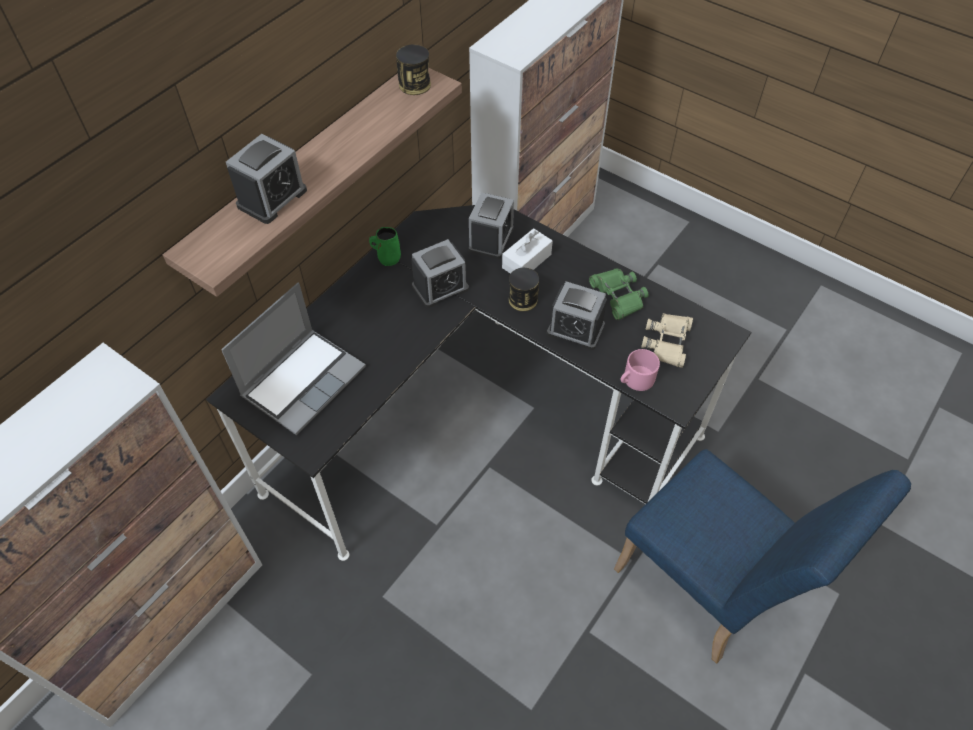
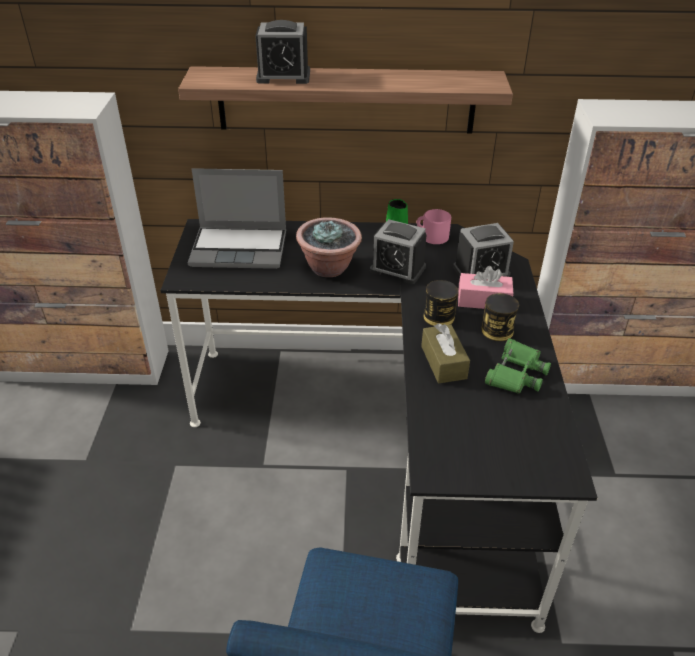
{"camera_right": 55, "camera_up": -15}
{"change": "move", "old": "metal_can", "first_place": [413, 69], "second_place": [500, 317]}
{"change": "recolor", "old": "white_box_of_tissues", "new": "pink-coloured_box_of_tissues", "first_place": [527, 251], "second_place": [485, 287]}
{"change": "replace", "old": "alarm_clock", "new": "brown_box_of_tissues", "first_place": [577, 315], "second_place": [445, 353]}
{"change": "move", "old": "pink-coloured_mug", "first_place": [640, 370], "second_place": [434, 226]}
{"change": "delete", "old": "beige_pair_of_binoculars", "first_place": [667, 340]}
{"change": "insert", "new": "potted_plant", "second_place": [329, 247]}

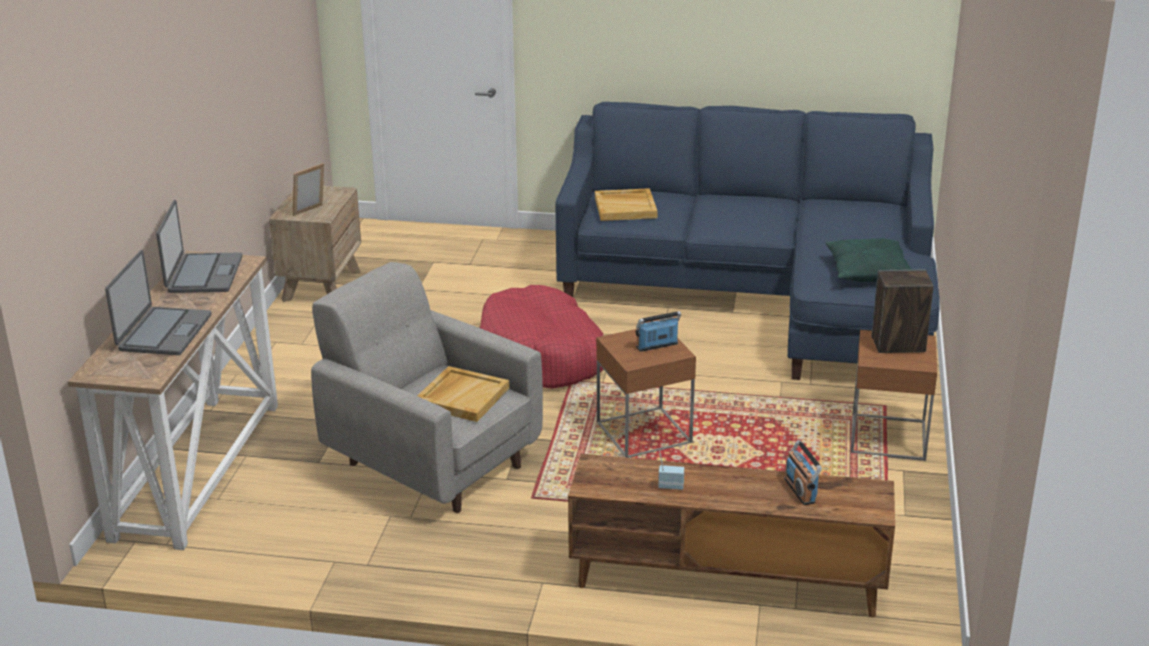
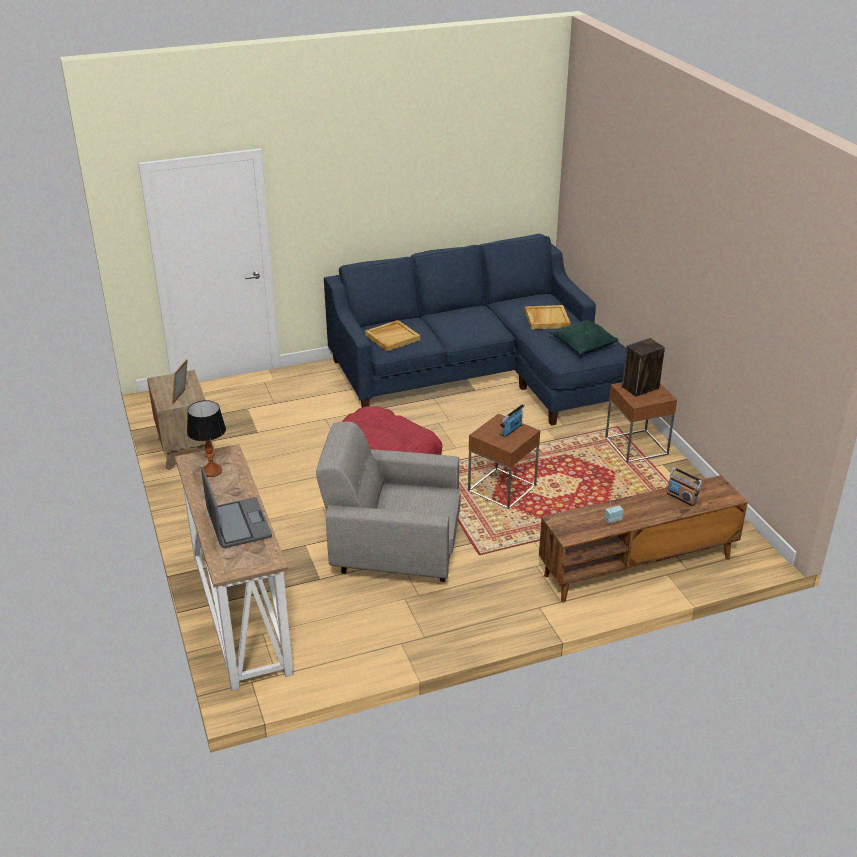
{"camera_right": -30, "camera_up": 5}
{"change": "replace", "old": "notebook_computer", "new": "table_lamp", "first_place": [199, 246], "second_place": [206, 438]}
{"change": "move", "old": "beige_serving_tray", "first_place": [463, 394], "second_place": [547, 317]}

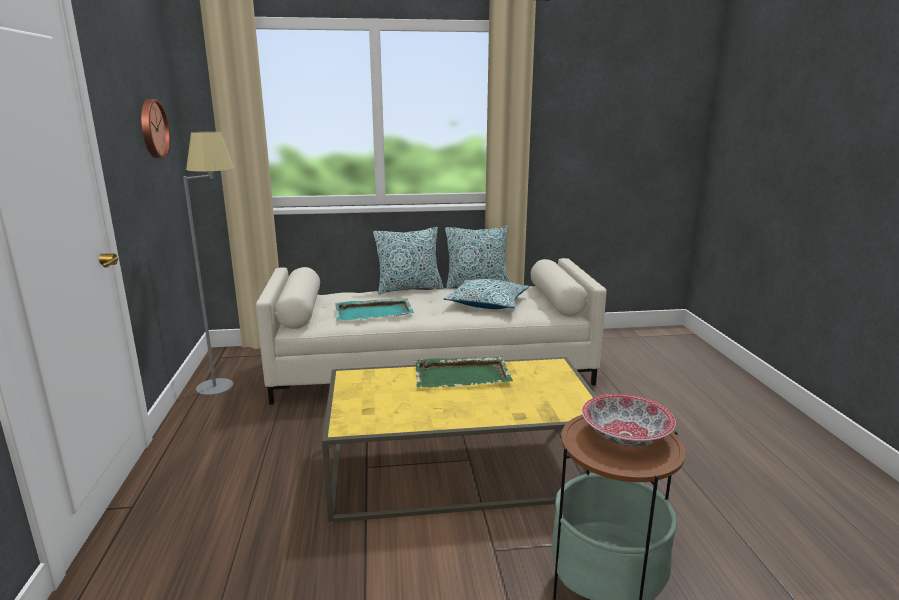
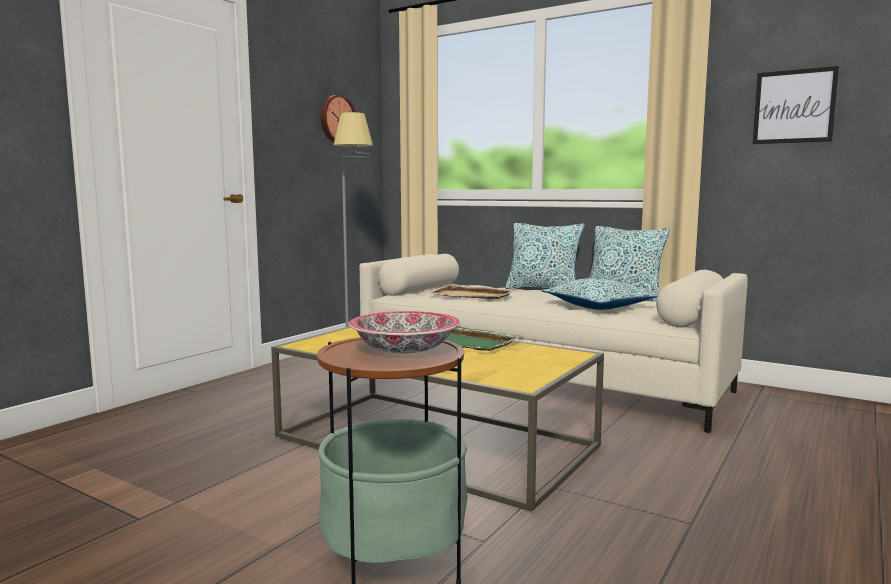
{"camera_right": 40, "camera_up": -10}
{"change": "recolor", "old": "turquoise-coloured_serving_tray", "new": "beige_serving_tray", "first_place": [374, 309], "second_place": [471, 292]}
{"change": "insert", "new": "picture", "second_place": [796, 105]}

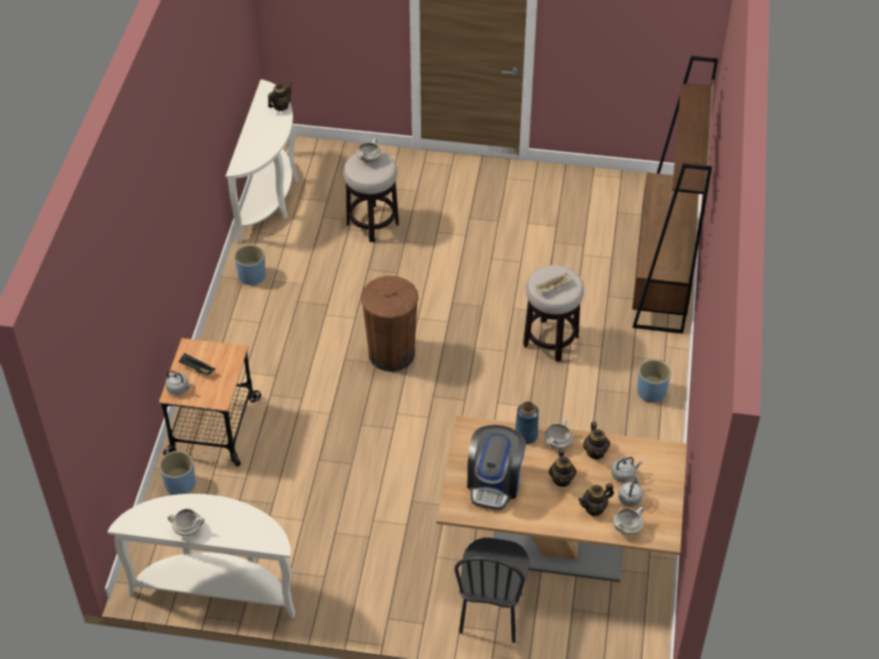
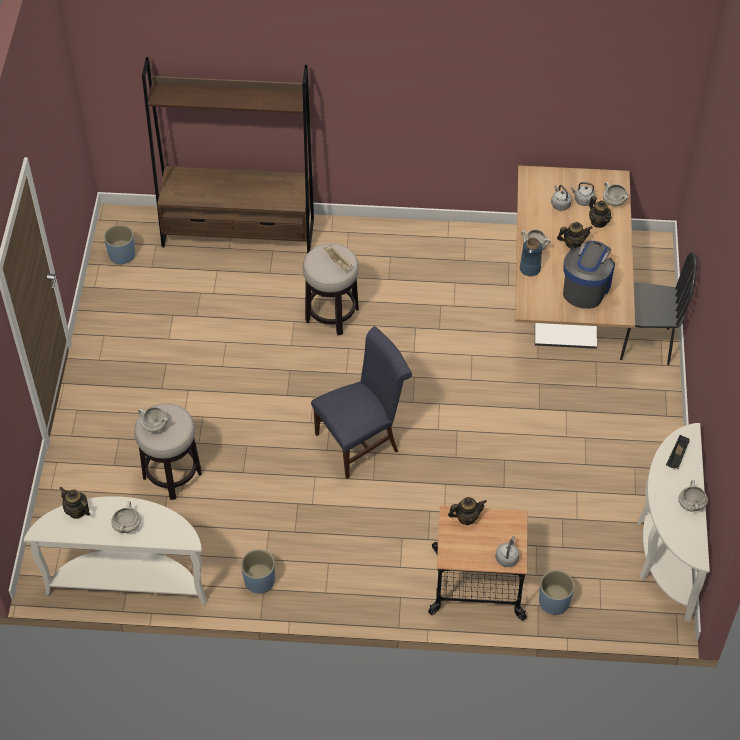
{"camera_right": -95, "camera_up": 5}
{"change": "move", "old": "black_serving_tray", "first_place": [197, 364], "second_place": [678, 452]}
{"change": "replace", "old": "brown_trash_can", "new": "blue-coloured_chair", "first_place": [389, 324], "second_place": [361, 402]}
{"change": "rotate", "old": "coffee_machine", "first_place": [496, 467], "second_place": [589, 275], "degrees": -75}
{"change": "move", "old": "tea_pot", "first_place": [596, 440], "second_place": [467, 511]}
{"change": "move", "old": "blue-coloured_planter", "first_place": [654, 380], "second_place": [119, 245]}
{"change": "insert", "new": "white_cooking_pot", "second_place": [126, 517]}

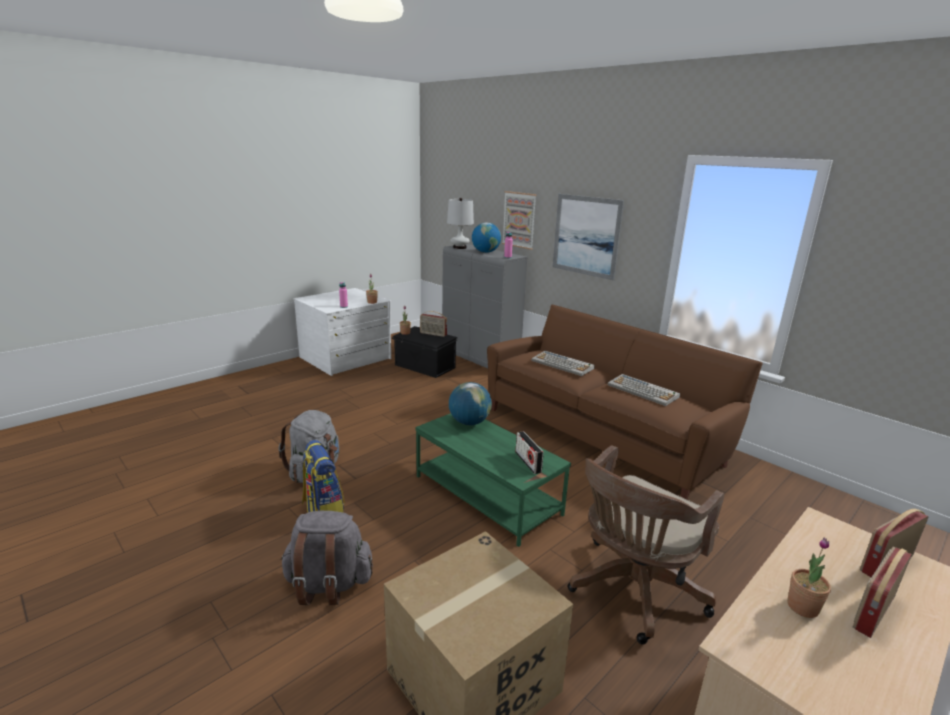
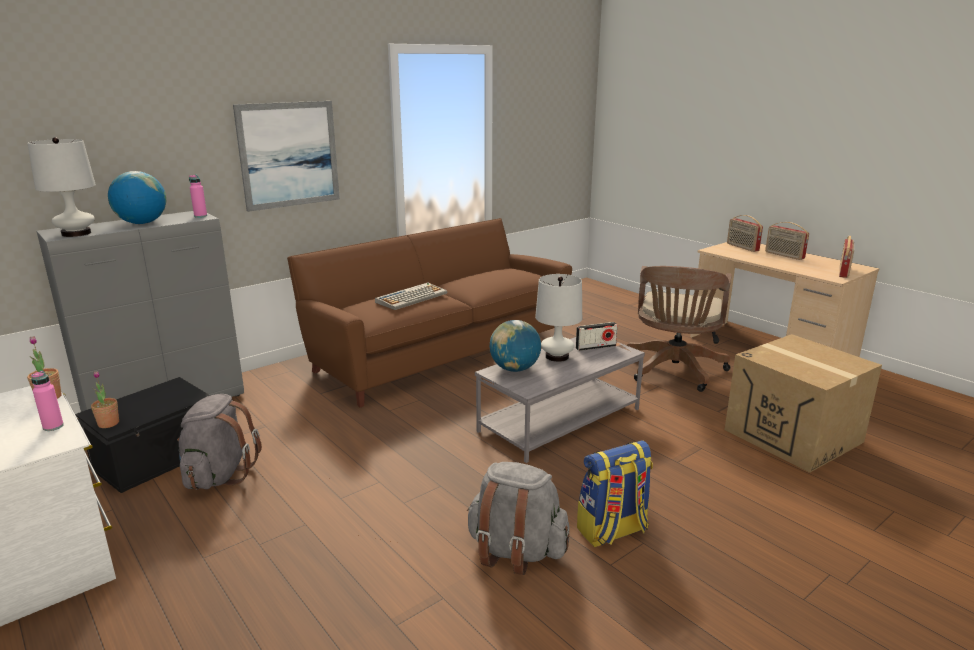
{"camera_right": -85, "camera_up": 0}
{"change": "move", "old": "grey_knapsack", "first_place": [326, 558], "second_place": [219, 442]}
{"change": "recolor", "old": "green-coloured_lounge_table", "new": "grey_lounge_table", "first_place": [493, 480], "second_place": [560, 400]}
{"change": "move", "old": "radio", "first_place": [433, 324], "second_place": [846, 257]}
{"change": "delete", "old": "picture", "first_place": [519, 220]}
{"change": "rotate", "old": "brown_desk_chair", "first_place": [645, 545], "second_place": [679, 329], "degrees": 60}
{"change": "delete", "old": "keyboard", "first_place": [644, 390]}
{"change": "delete", "old": "potted_plant", "first_place": [809, 578]}
{"change": "insert", "new": "white_table_lamp", "second_place": [558, 318]}

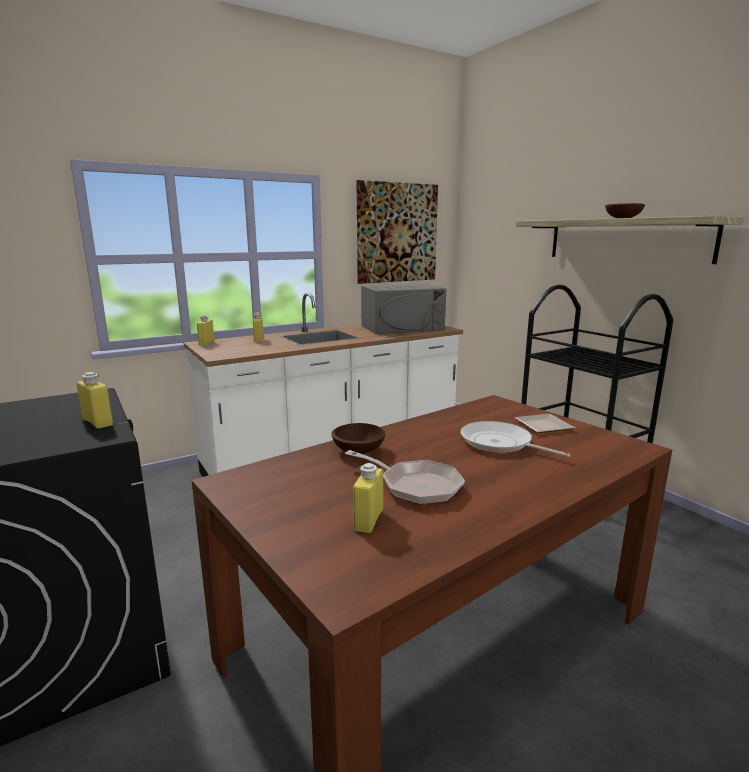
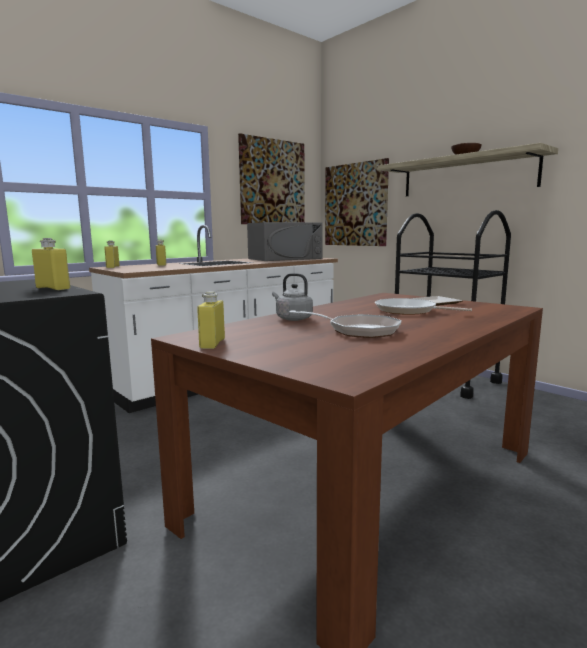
{"camera_right": -10, "camera_up": -5}
{"change": "replace", "old": "brown_serving_bowl", "new": "grey_tea_kettle", "first_place": [358, 438], "second_place": [292, 297]}
{"change": "move", "old": "yellow-coloured_bottle", "first_place": [368, 498], "second_place": [211, 320]}
{"change": "insert", "new": "picture", "second_place": [357, 202]}

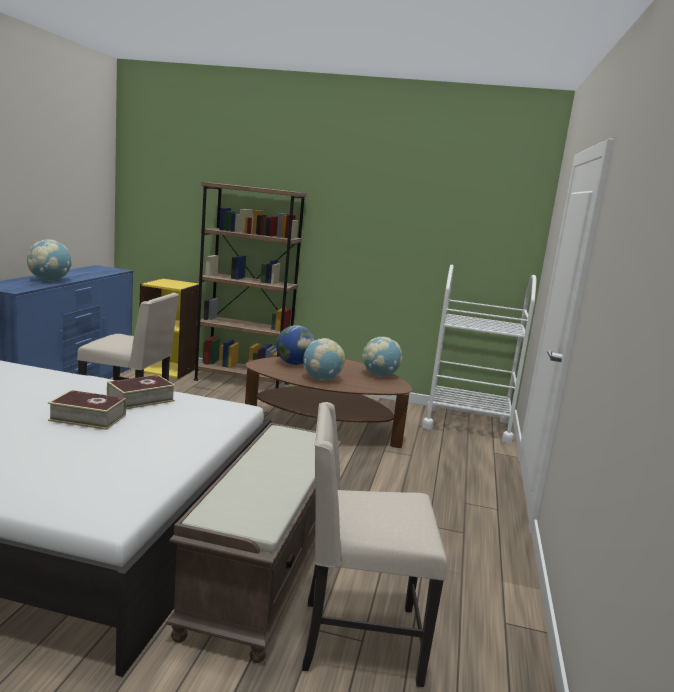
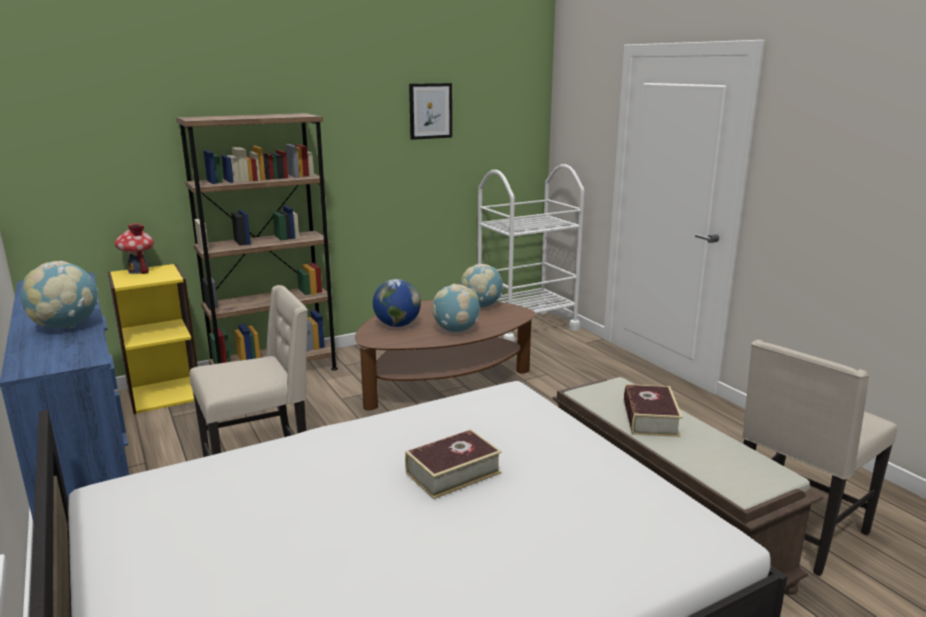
{"camera_right": -40, "camera_up": 5}
{"change": "move", "old": "bound_book", "first_place": [141, 392], "second_place": [653, 410]}
{"change": "insert", "new": "toy_house", "second_place": [134, 248]}
{"change": "insert", "new": "picture", "second_place": [430, 111]}

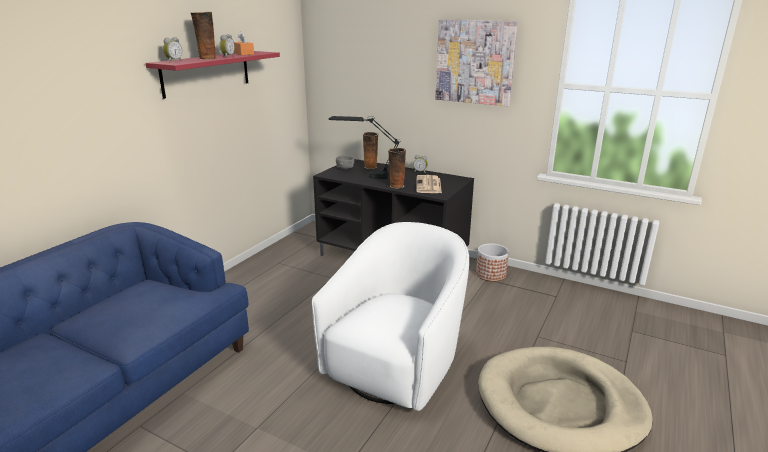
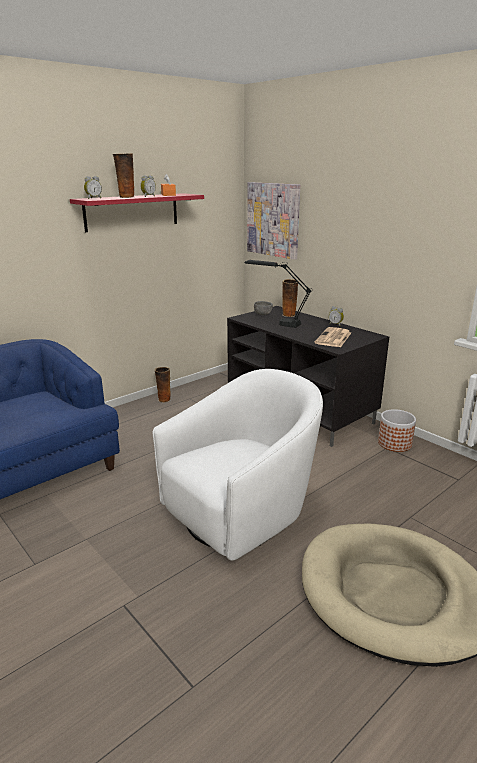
{"camera_right": 20, "camera_up": 0}
{"change": "move", "old": "vase", "first_place": [397, 168], "second_place": [163, 385]}
{"change": "move", "old": "picture", "first_place": [476, 62], "second_place": [273, 221]}

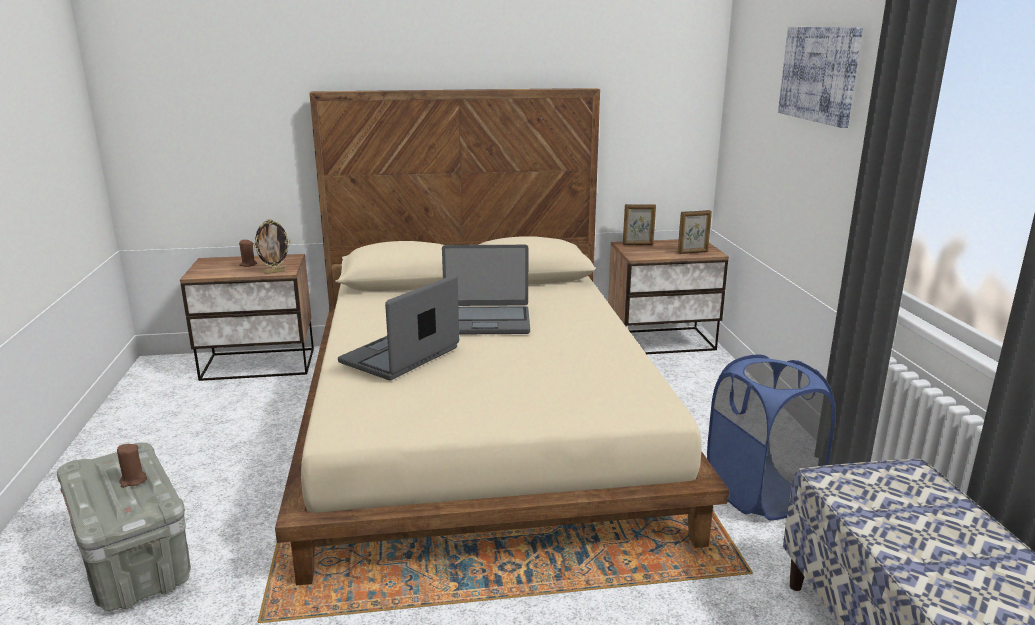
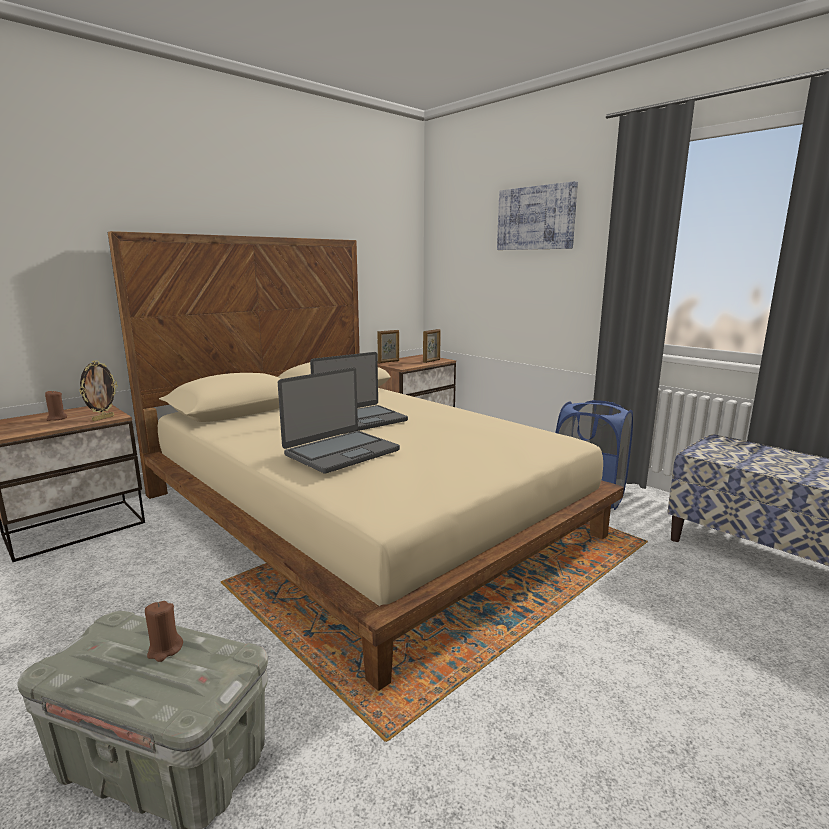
{"camera_right": -35, "camera_up": -5}
{"change": "rotate", "old": "notebook_computer", "first_place": [398, 328], "second_place": [339, 420], "degrees": -135}

